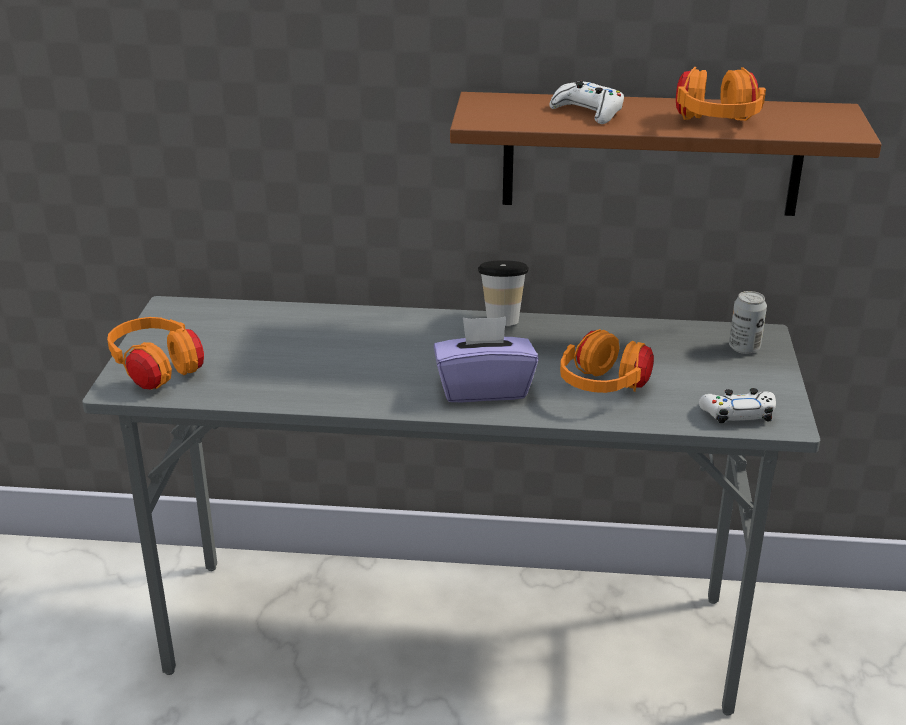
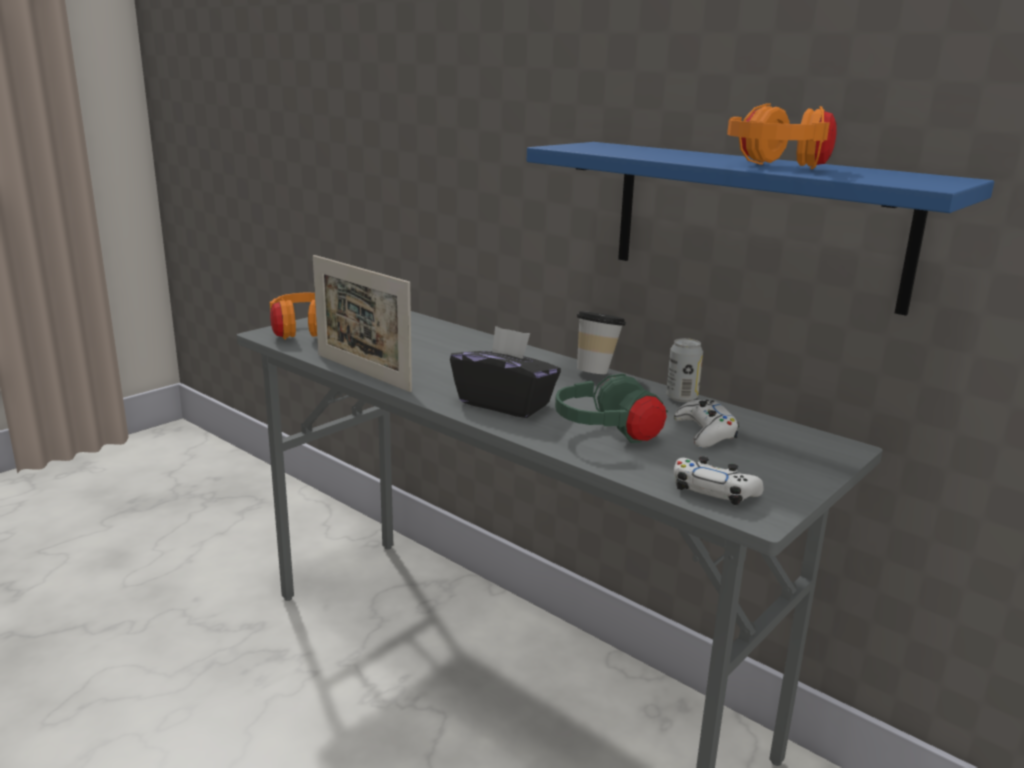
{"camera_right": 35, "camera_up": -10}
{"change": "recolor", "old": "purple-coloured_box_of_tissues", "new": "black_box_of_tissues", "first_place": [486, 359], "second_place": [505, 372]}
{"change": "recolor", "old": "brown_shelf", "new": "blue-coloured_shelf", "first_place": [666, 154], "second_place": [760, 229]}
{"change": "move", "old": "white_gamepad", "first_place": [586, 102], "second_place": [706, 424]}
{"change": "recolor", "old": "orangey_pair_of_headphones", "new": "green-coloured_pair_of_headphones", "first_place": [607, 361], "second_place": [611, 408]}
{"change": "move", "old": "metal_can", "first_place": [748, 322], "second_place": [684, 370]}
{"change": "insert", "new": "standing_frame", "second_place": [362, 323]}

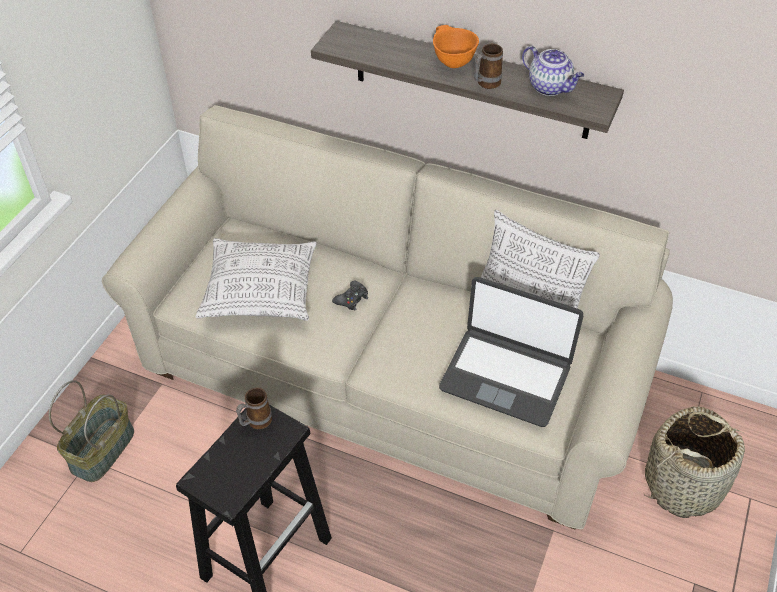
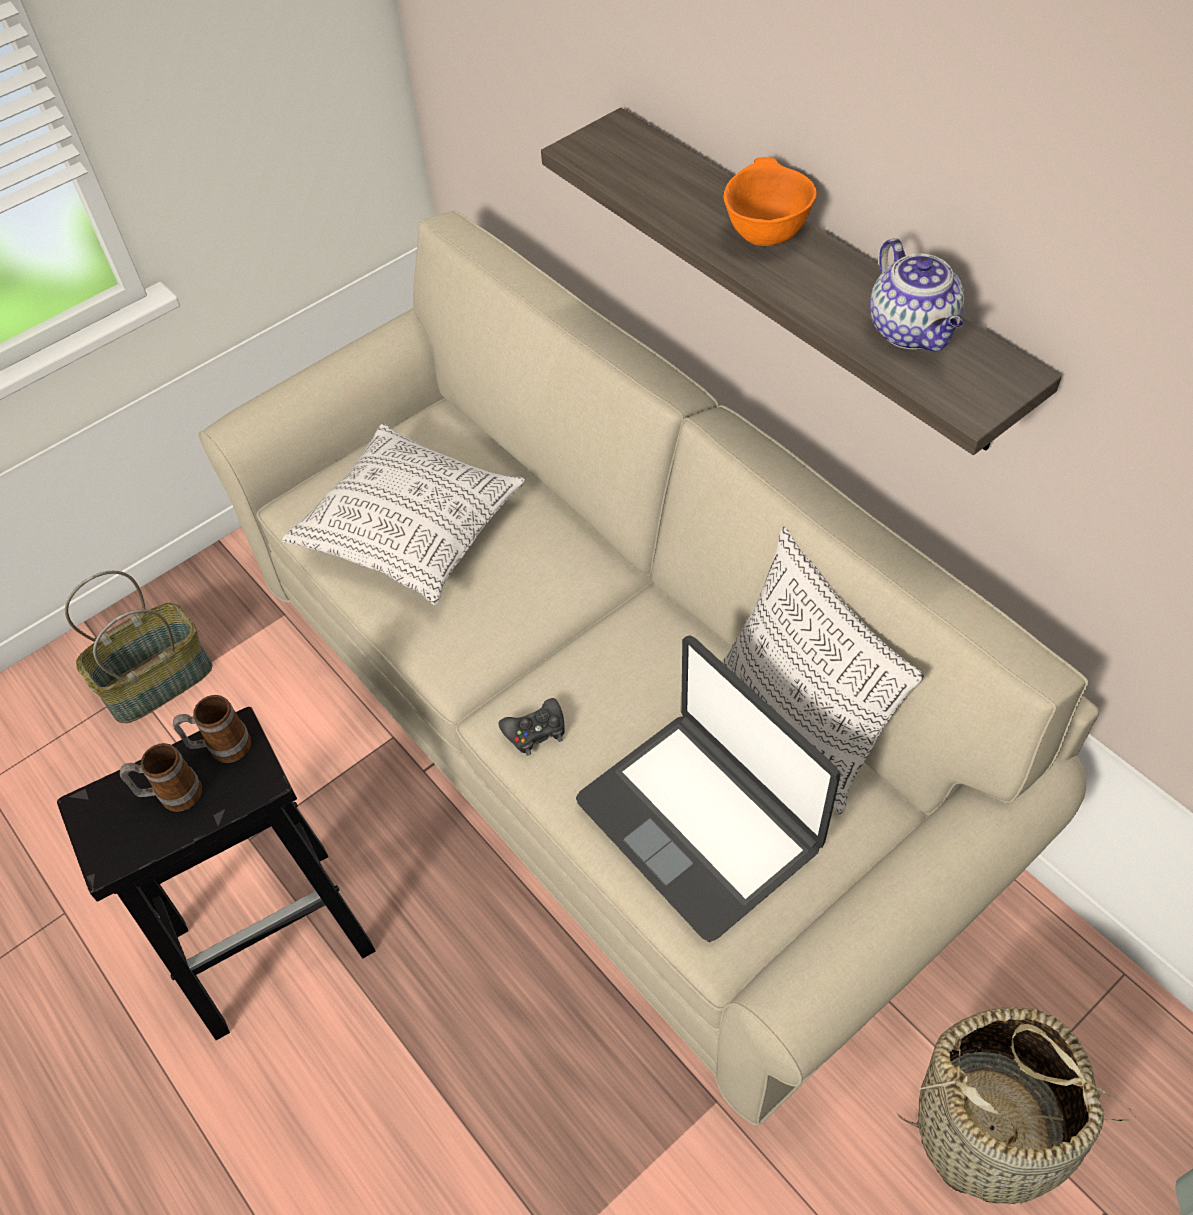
{"camera_right": 30, "camera_up": 5}
{"change": "move", "old": "black_gamepad", "first_place": [350, 295], "second_place": [531, 727]}
{"change": "move", "old": "mug", "first_place": [488, 66], "second_place": [161, 777]}

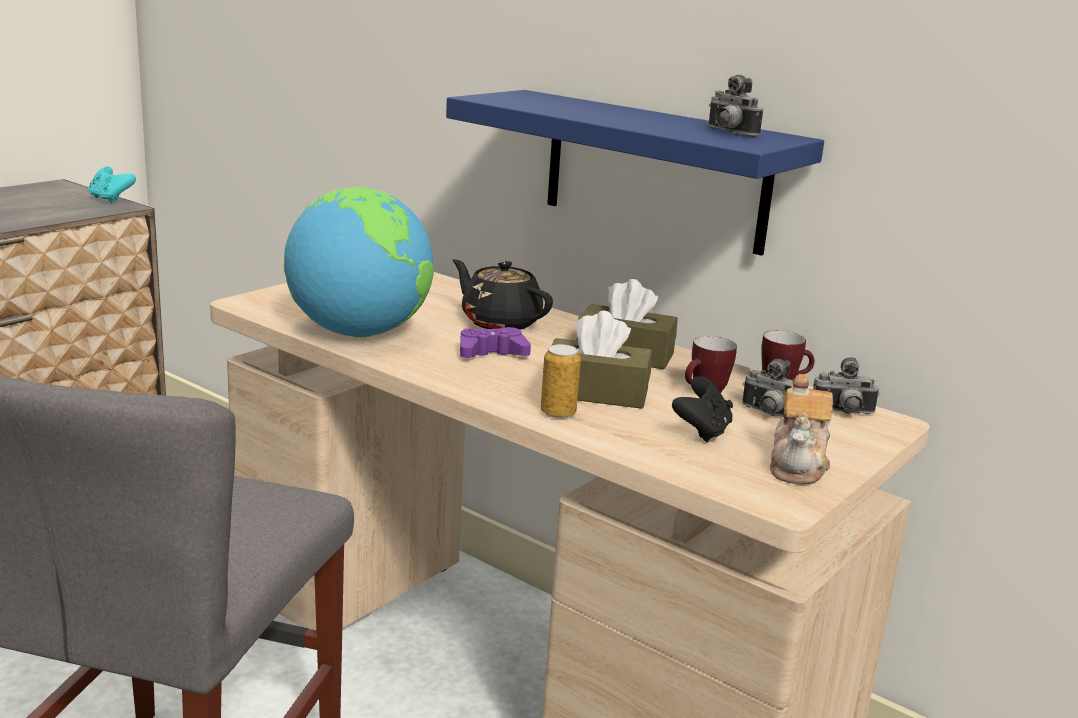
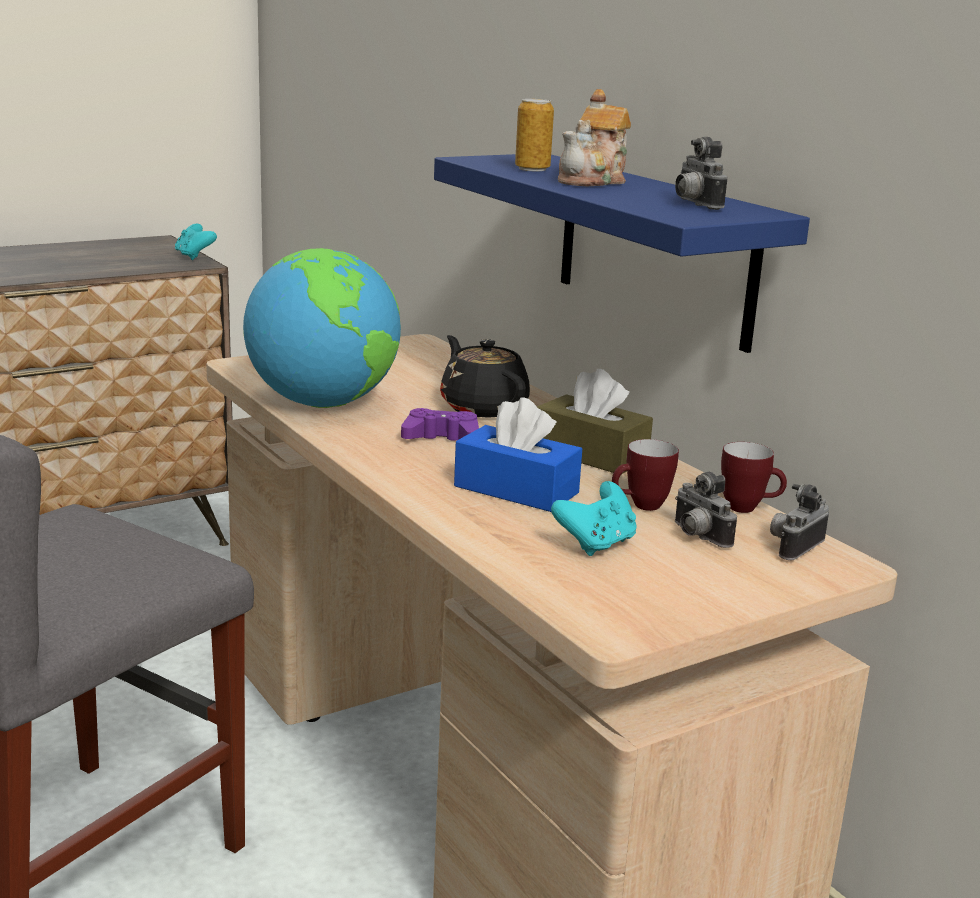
{"camera_right": 20, "camera_up": 0}
{"change": "move", "old": "metal_can", "first_place": [561, 381], "second_place": [534, 135]}
{"change": "recolor", "old": "brown_box_of_tissues", "new": "blue-coloured_box_of_tissues", "first_place": [601, 360], "second_place": [518, 454]}
{"change": "recolor", "old": "black_gamepad", "new": "turquoise-coloured_gamepad", "first_place": [702, 409], "second_place": [594, 518]}
{"change": "move", "old": "tea_pot", "first_place": [801, 429], "second_place": [594, 137]}
{"change": "rotate", "old": "still_camera", "first_place": [846, 385], "second_place": [799, 522], "degrees": 105}

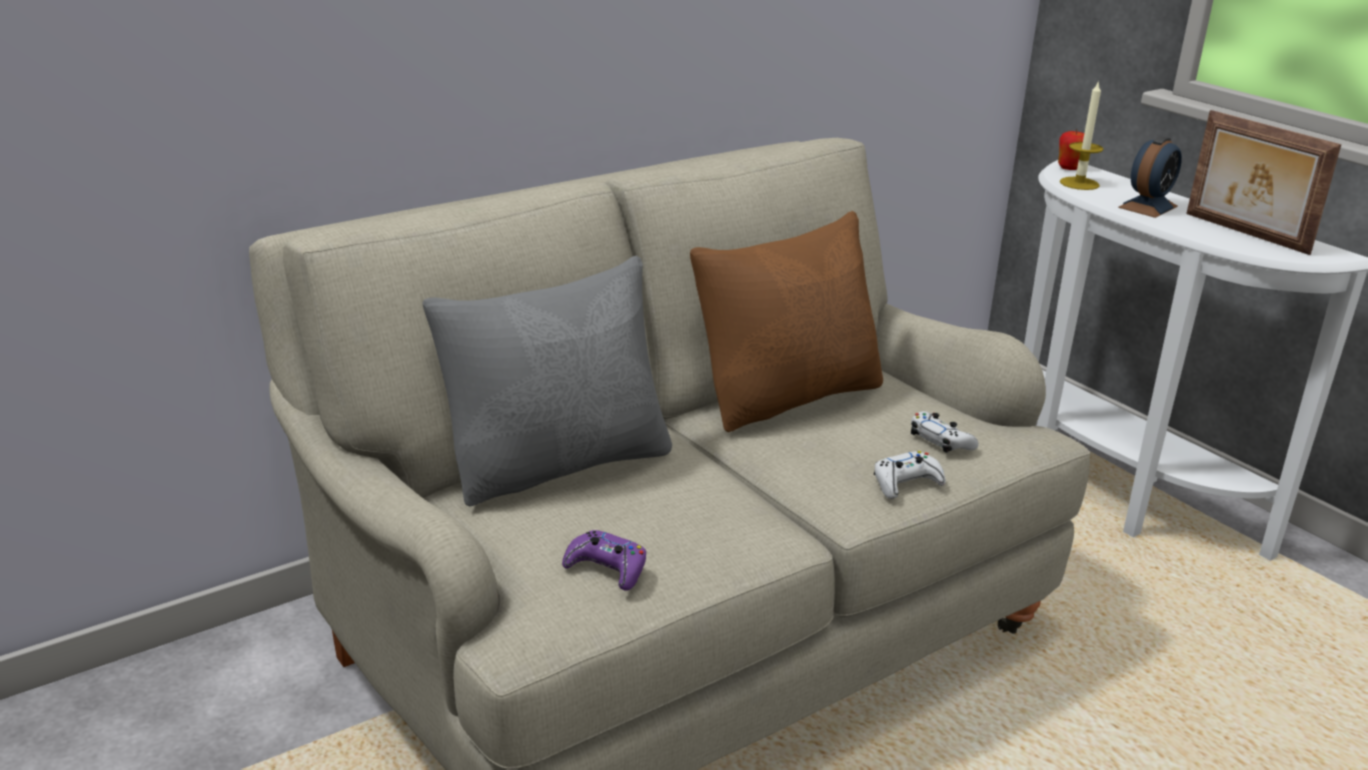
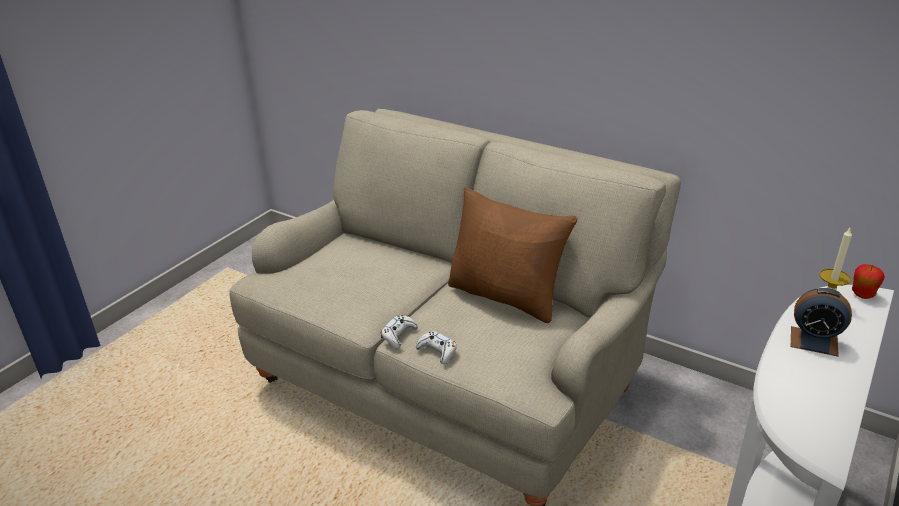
{"camera_right": 70, "camera_up": 5}
{"change": "delete", "old": "grey_throw_pillow", "first_place": [547, 381]}
{"change": "delete", "old": "purple-coloured_gamepad", "first_place": [604, 560]}
{"change": "move", "old": "white_gamepad", "first_place": [944, 432], "second_place": [399, 331]}
{"change": "delete", "old": "standing_frame", "first_place": [1263, 182]}

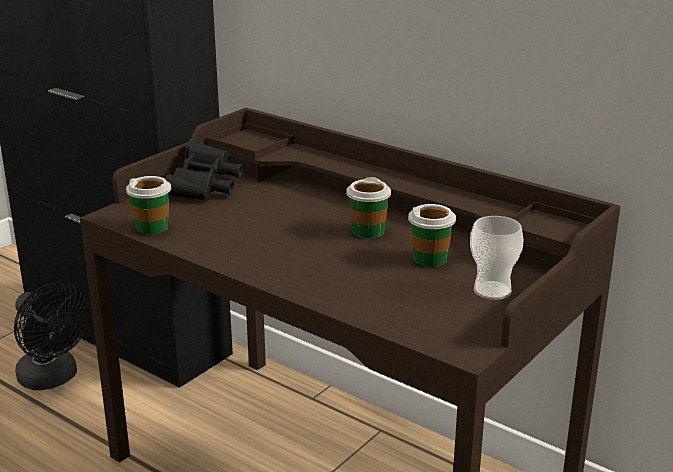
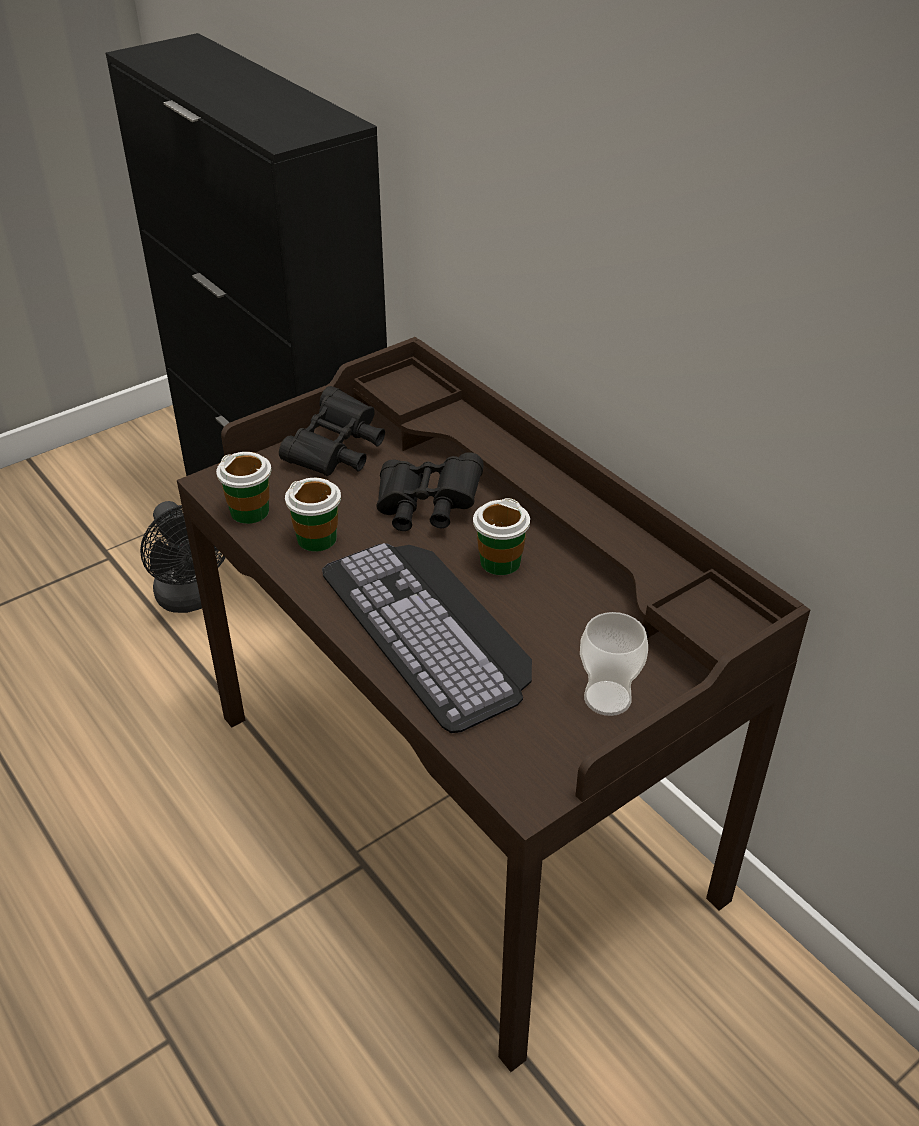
{"camera_right": 15, "camera_up": 15}
{"change": "move", "old": "drinking_cup", "first_place": [432, 235], "second_place": [313, 515]}
{"change": "insert", "new": "keyboard", "second_place": [427, 638]}
{"change": "insert", "new": "black_pair_of_binoculars", "second_place": [430, 491]}

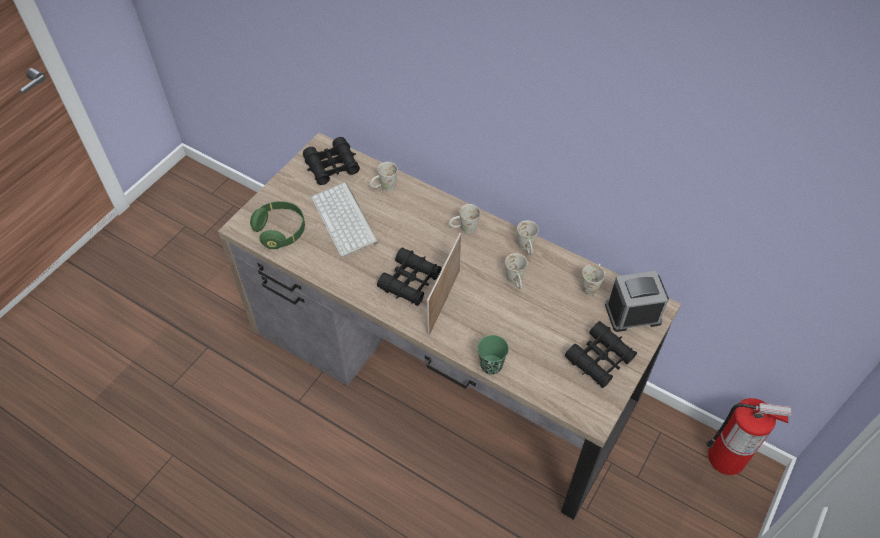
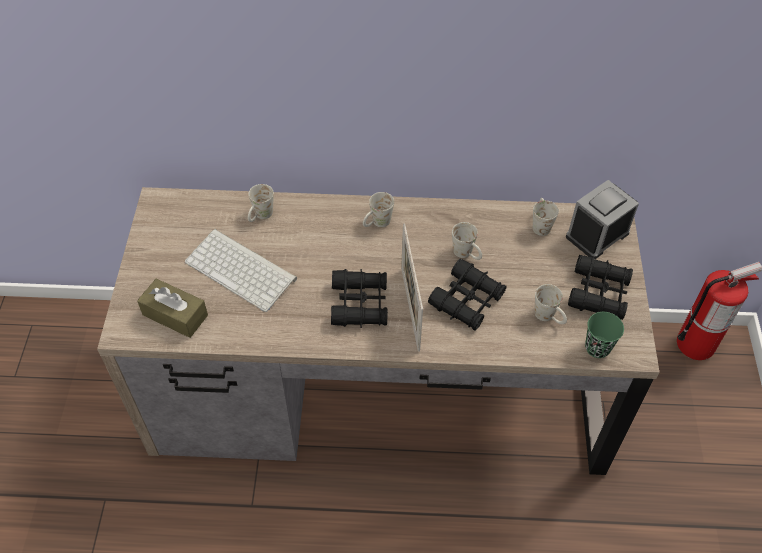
{"camera_right": -30, "camera_up": 0}
{"change": "replace", "old": "green-coloured_pair_of_headphones", "new": "brown_box_of_tissues", "first_place": [277, 225], "second_place": [172, 308]}
{"change": "move", "old": "black_pair_of_binoculars", "first_place": [331, 161], "second_place": [467, 295]}
{"change": "move", "old": "green-coloured_drinking_cup", "first_place": [493, 355], "second_place": [604, 335]}
{"change": "move", "old": "white_mug", "first_place": [528, 237], "second_place": [551, 304]}

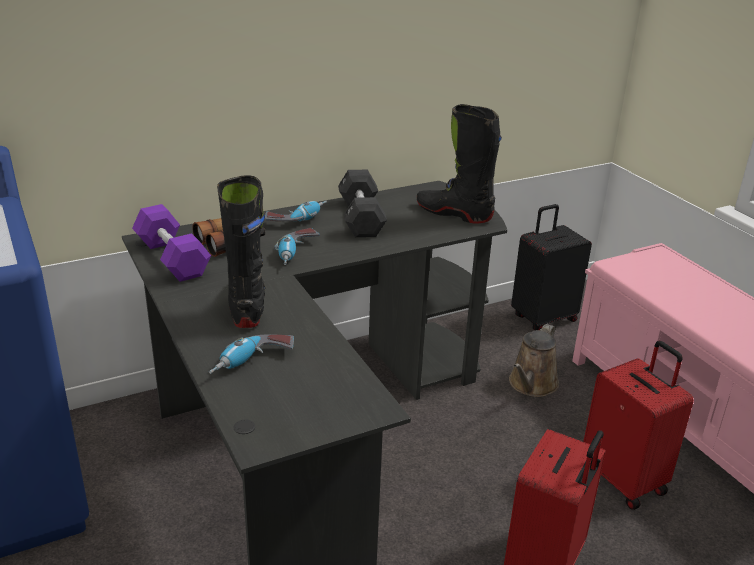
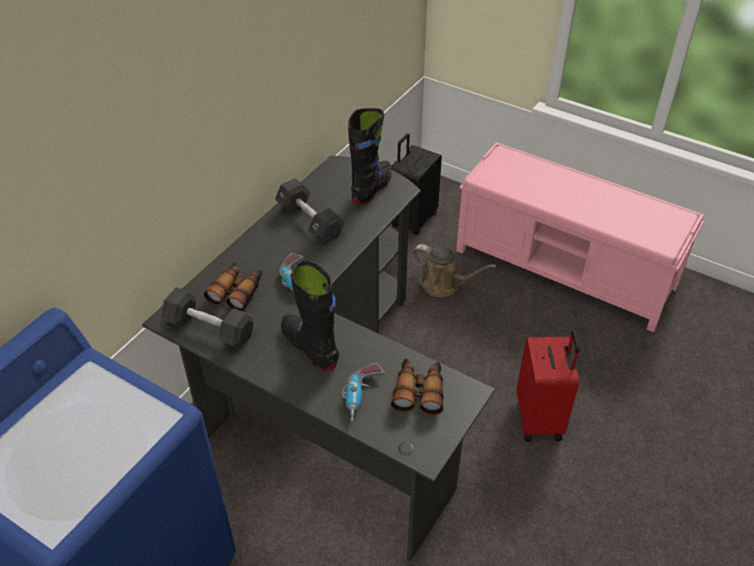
{"camera_right": -30, "camera_up": 15}
{"change": "recolor", "old": "purple-coloured_hand_weight", "new": "black_hand_weight", "first_place": [171, 243], "second_place": [208, 318]}
{"change": "delete", "old": "electric_drill", "first_place": [296, 210]}
{"change": "rotate", "old": "black_high-top_boot", "first_place": [459, 163], "second_place": [370, 156], "degrees": 120}
{"change": "rotate", "old": "brown_watering_pot", "first_place": [534, 360], "second_place": [454, 270], "degrees": -60}
{"change": "delete", "old": "red-coloured_travel_case", "first_place": [638, 425]}
{"change": "insert", "new": "pair_of_binoculars", "second_place": [417, 387]}

